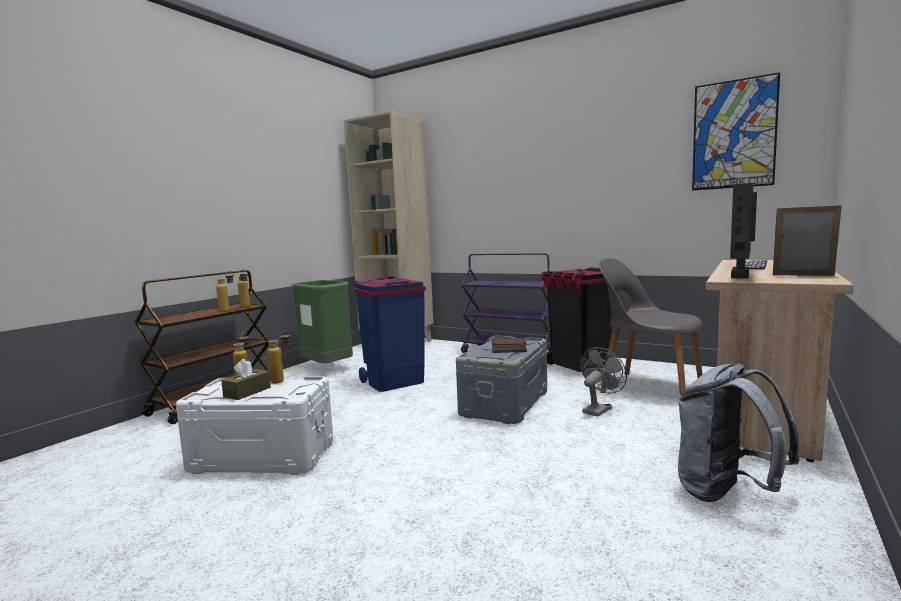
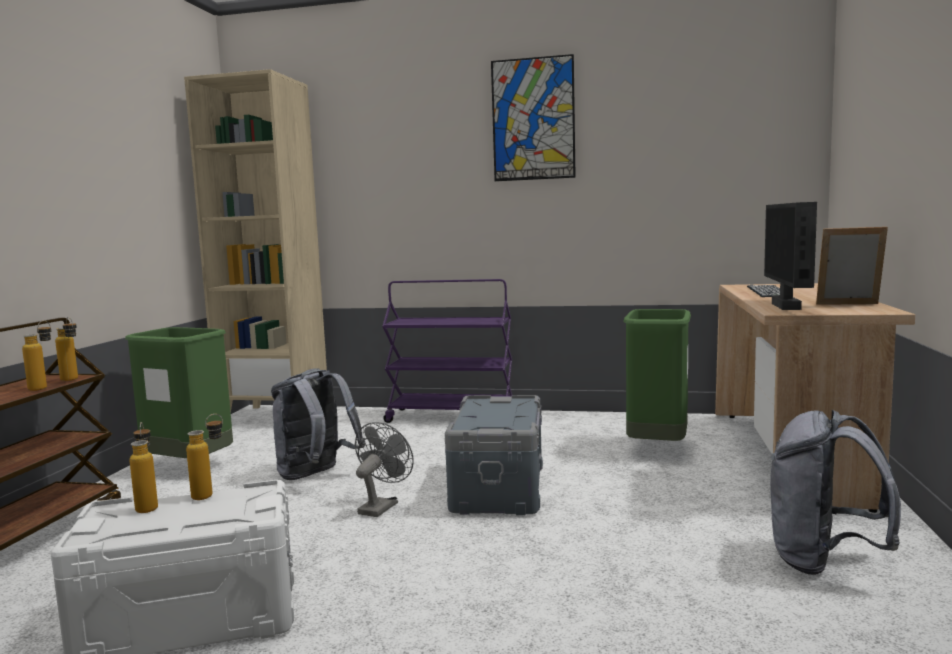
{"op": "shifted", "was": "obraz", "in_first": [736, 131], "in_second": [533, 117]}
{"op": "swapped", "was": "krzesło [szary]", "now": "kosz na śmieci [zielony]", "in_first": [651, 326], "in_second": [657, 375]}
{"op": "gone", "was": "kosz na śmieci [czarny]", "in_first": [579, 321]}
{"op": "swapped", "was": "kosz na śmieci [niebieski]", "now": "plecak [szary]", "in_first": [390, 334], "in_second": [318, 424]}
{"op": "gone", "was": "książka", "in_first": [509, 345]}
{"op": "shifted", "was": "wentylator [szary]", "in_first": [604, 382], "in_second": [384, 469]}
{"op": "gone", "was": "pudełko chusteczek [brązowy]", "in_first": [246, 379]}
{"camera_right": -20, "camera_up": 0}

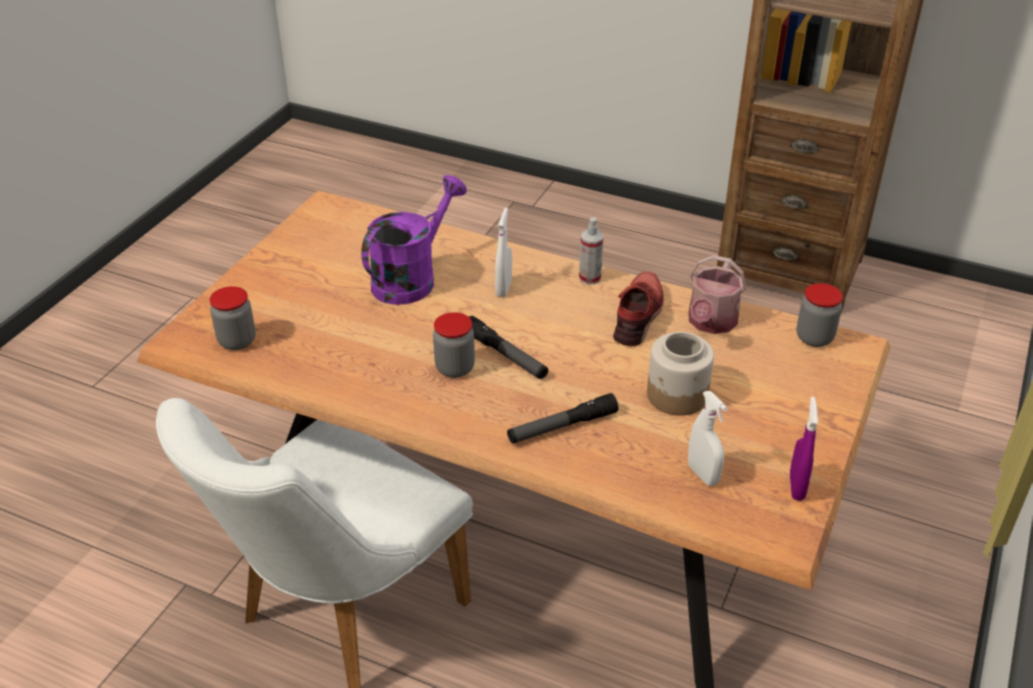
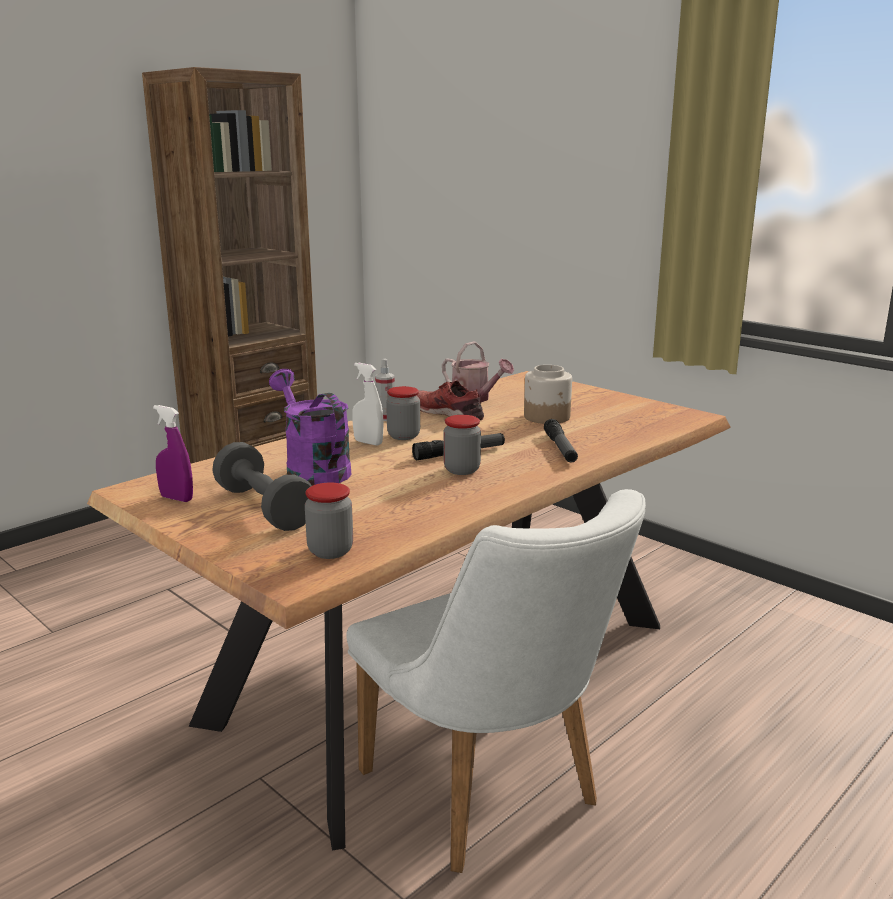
{"op": "shifted", "was": "słoik", "in_first": [819, 315], "in_second": [403, 413]}
{"op": "gone", "was": "spryskiwacz [biały]", "in_first": [708, 438]}
{"op": "shifted", "was": "spryskiwacz [fioletowy]", "in_first": [804, 449], "in_second": [173, 453]}
{"op": "new", "now": "hantel [szary]", "in_second": [262, 486]}
{"camera_right": -70, "camera_up": -20}

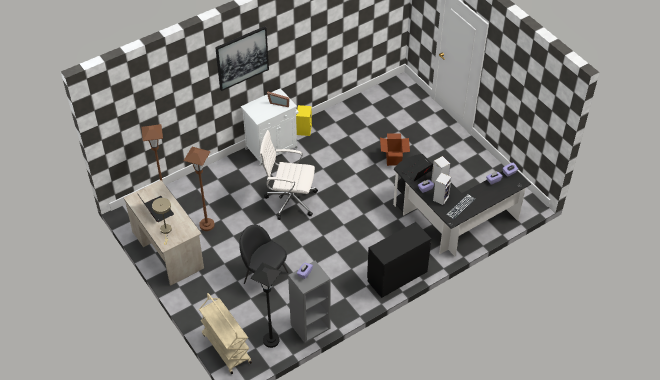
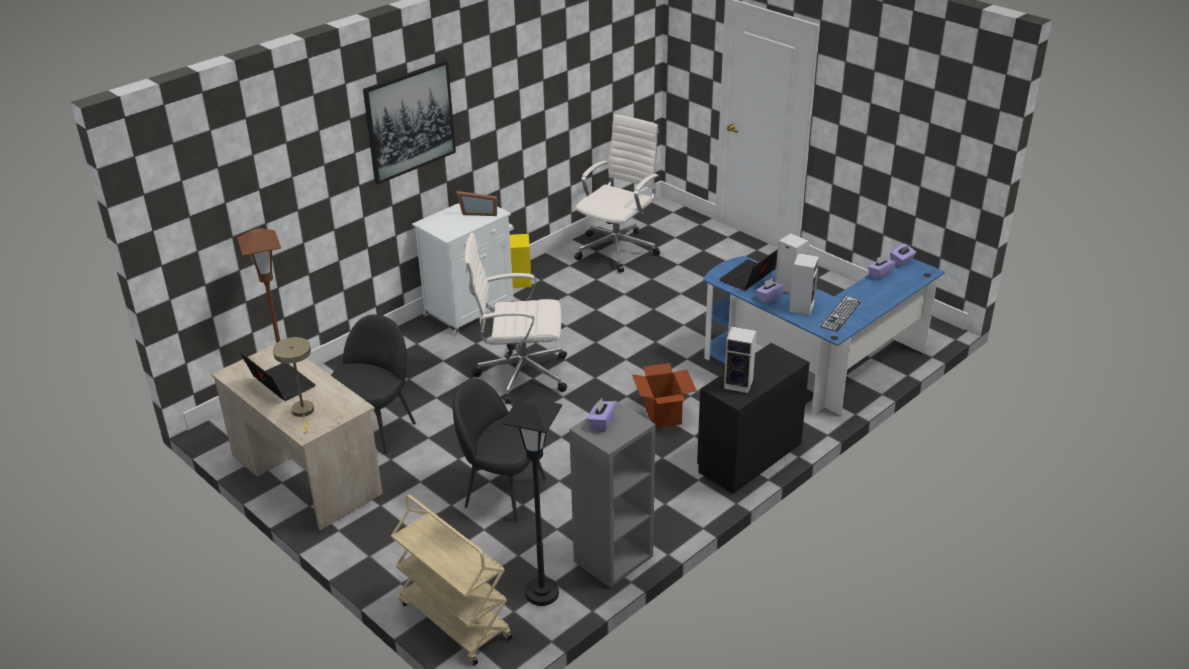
{"op": "shifted", "was": "karton", "in_first": [395, 149], "in_second": [664, 395]}
{"op": "swapped", "was": "lampa stojąca [brązowy]", "now": "krzesło [czarny]", "in_first": [199, 189], "in_second": [373, 384]}
{"op": "repainted", "was": "biurko [czarny]", "now": "biurko [niebieski]", "in_first": [462, 205], "in_second": [824, 336]}
{"op": "new", "now": "krzesło biurowe [biały]", "in_second": [617, 193]}
{"op": "new", "now": "głośnik", "in_second": [740, 360]}
{"camera_right": -10, "camera_up": -15}

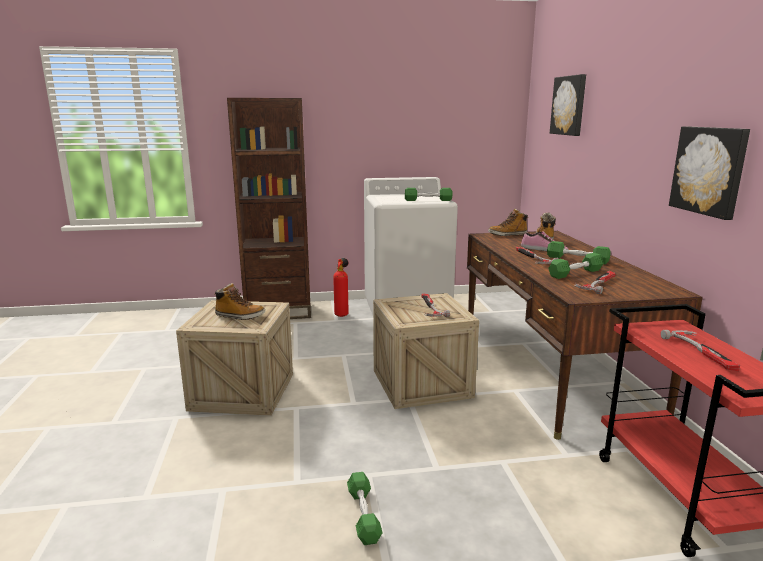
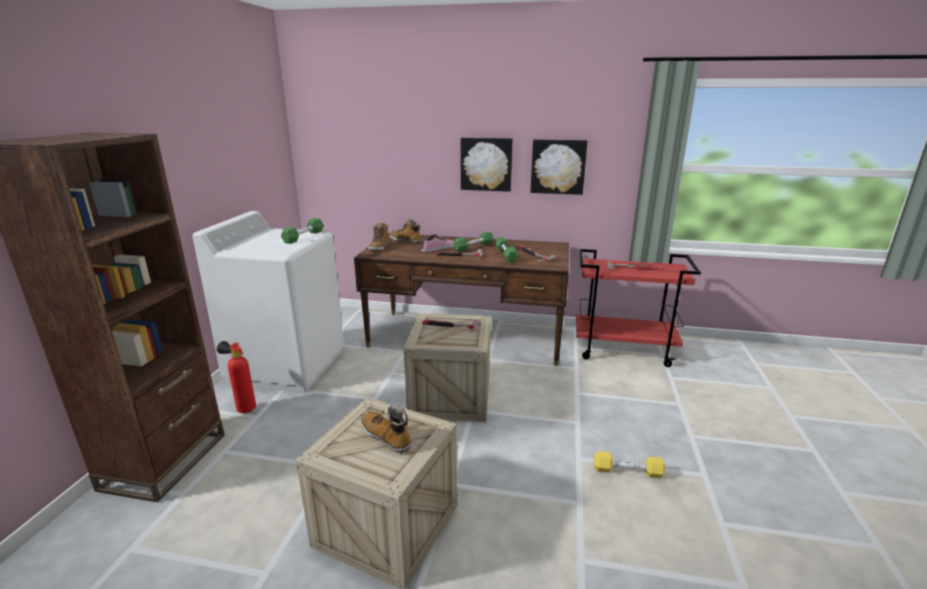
{"op": "shifted", "was": "obraz", "in_first": [568, 105], "in_second": [487, 165]}
{"op": "rotated", "was": "but z cholewką", "in_first": [239, 301], "in_second": [386, 428], "clockwise": -75}
{"op": "repainted", "was": "hantel [zielony]", "now": "hantel [żółty]", "in_first": [365, 508], "in_second": [630, 464]}
{"camera_right": -70, "camera_up": 5}

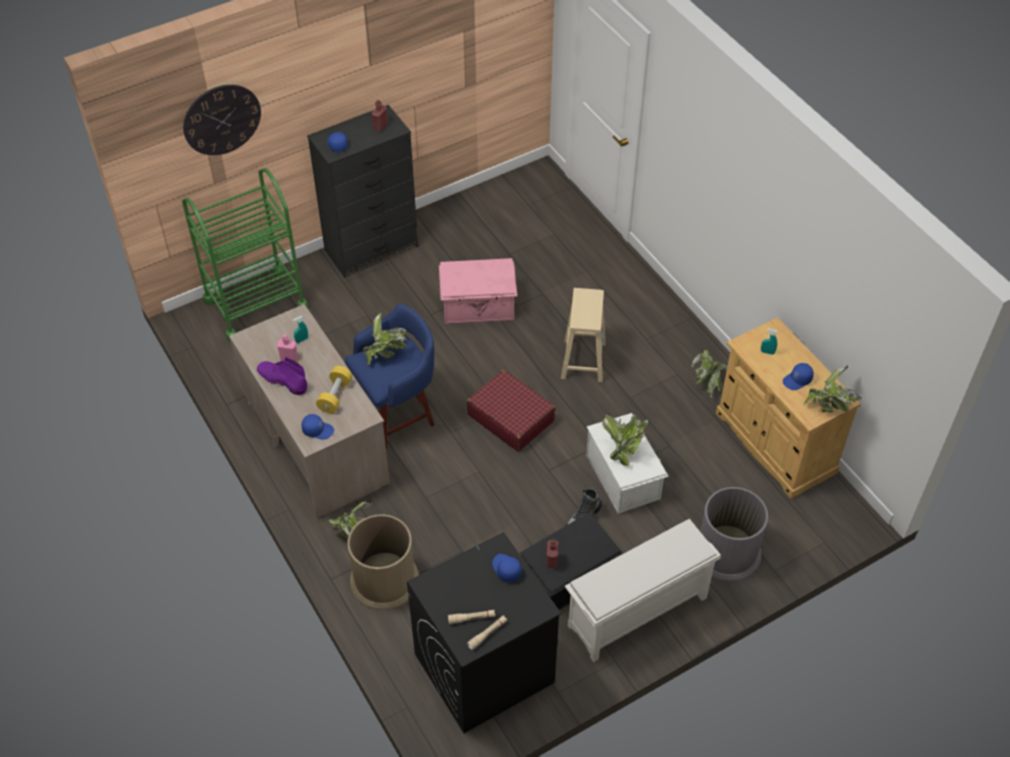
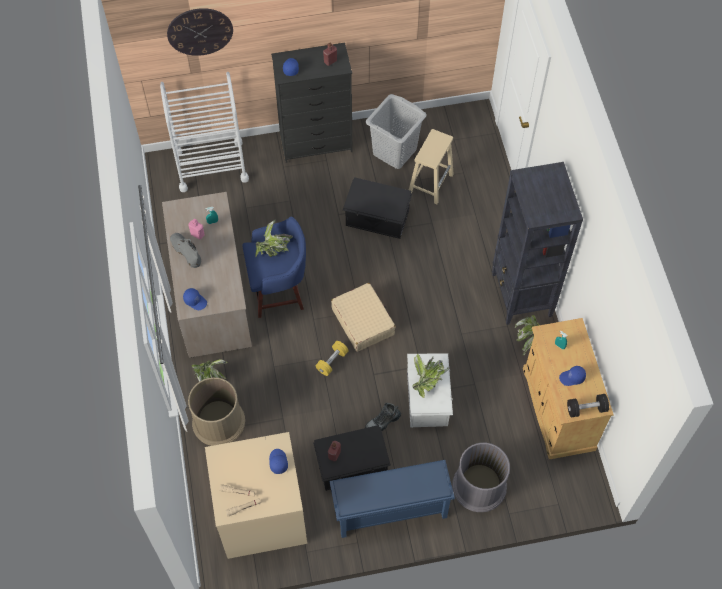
{"op": "repainted", "was": "wózek [zielony]", "now": "wózek [biały]", "in_first": [245, 255], "in_second": [204, 132]}
{"op": "repainted", "was": "pojemnik do przechowywania [różowy]", "now": "pojemnik do przechowywania [czarny]", "in_first": [478, 291], "in_second": [377, 208]}
{"op": "shifted", "was": "stołek [beżowy]", "in_first": [583, 335], "in_second": [431, 166]}
{"op": "repainted", "was": "but z cholewką [fioletowy]", "now": "but z cholewką [szary]", "in_first": [282, 376], "in_second": [185, 250]}
{"op": "shifted", "was": "hantel [żółty]", "in_first": [334, 389], "in_second": [332, 358]}
{"op": "swapped", "was": "roślina doniczkowa", "now": "hantel [czarny]", "in_first": [833, 389], "in_second": [588, 406]}
{"op": "repainted", "was": "walizka [czerwony]", "now": "walizka [beżowy]", "in_first": [511, 411], "in_second": [363, 317]}
{"op": "repainted", "was": "regał na buty [biały]", "now": "regał na buty [niebieski]", "in_first": [643, 590], "in_second": [392, 499]}
{"op": "repainted", "was": "pralka [czarny]", "now": "pralka [beżowy]", "in_first": [484, 632], "in_second": [256, 495]}
{"op": "new", "now": "kosz na pranie [szary]", "in_second": [396, 131]}
{"op": "new", "now": "regał [czarny]", "in_second": [537, 243]}
{"camera_right": 20, "camera_up": 10}

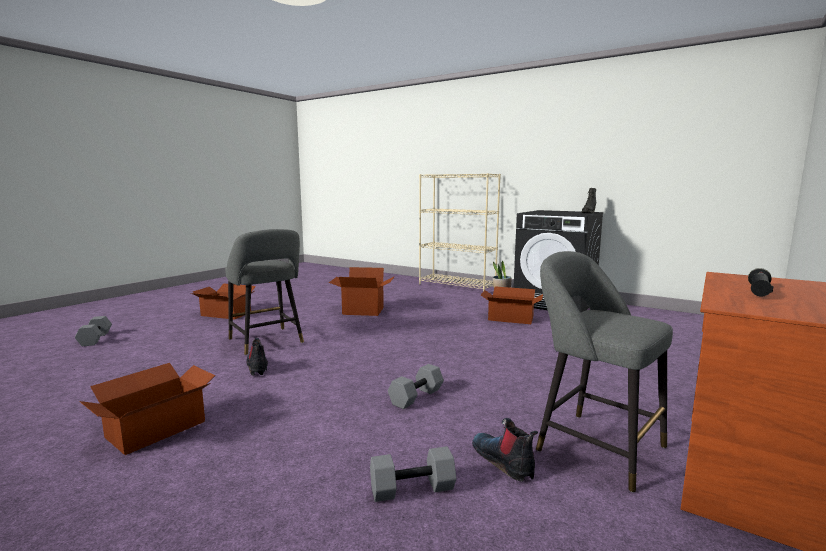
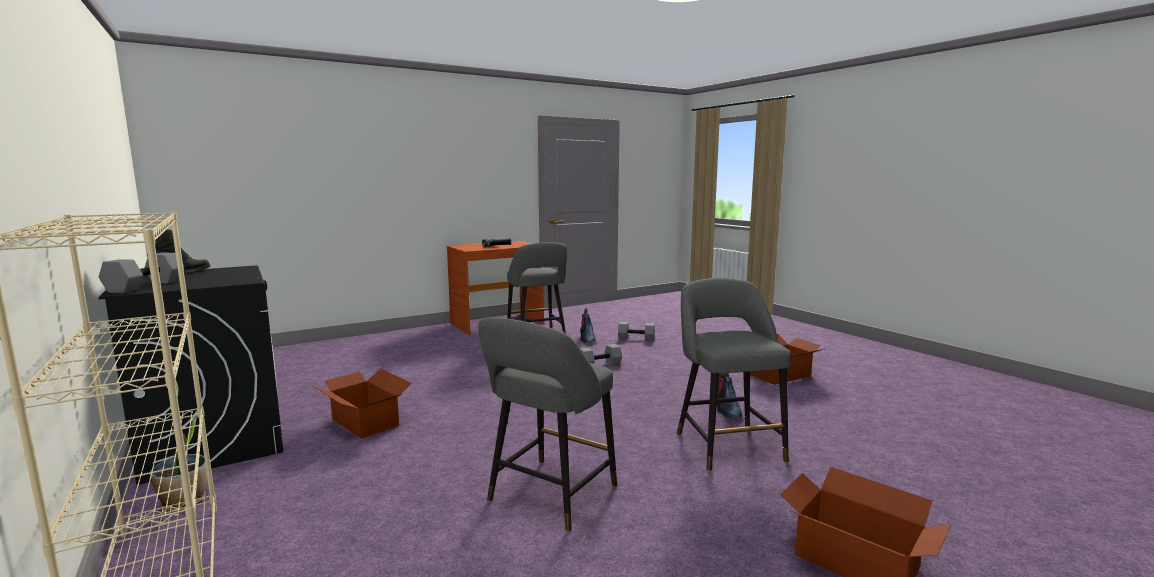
{"op": "swapped", "was": "karton", "now": "stołek [szary]", "in_first": [362, 291], "in_second": [547, 425]}
{"op": "shifted", "was": "hantel [szary]", "in_first": [93, 331], "in_second": [141, 273]}
{"camera_right": -155, "camera_up": 0}

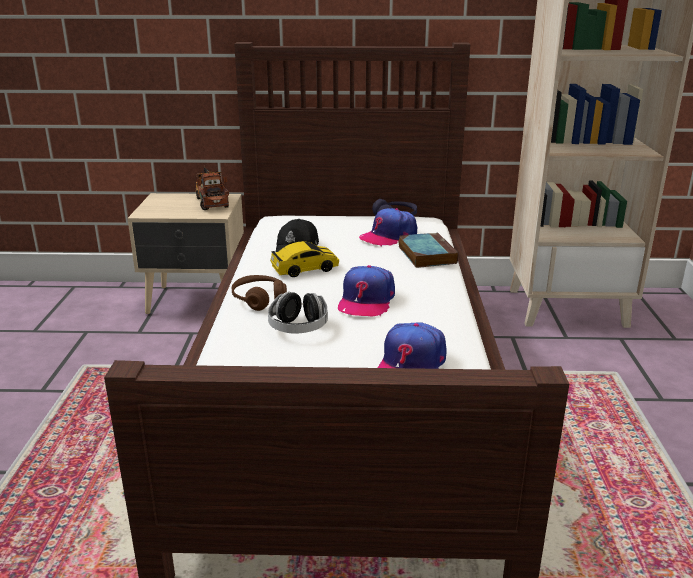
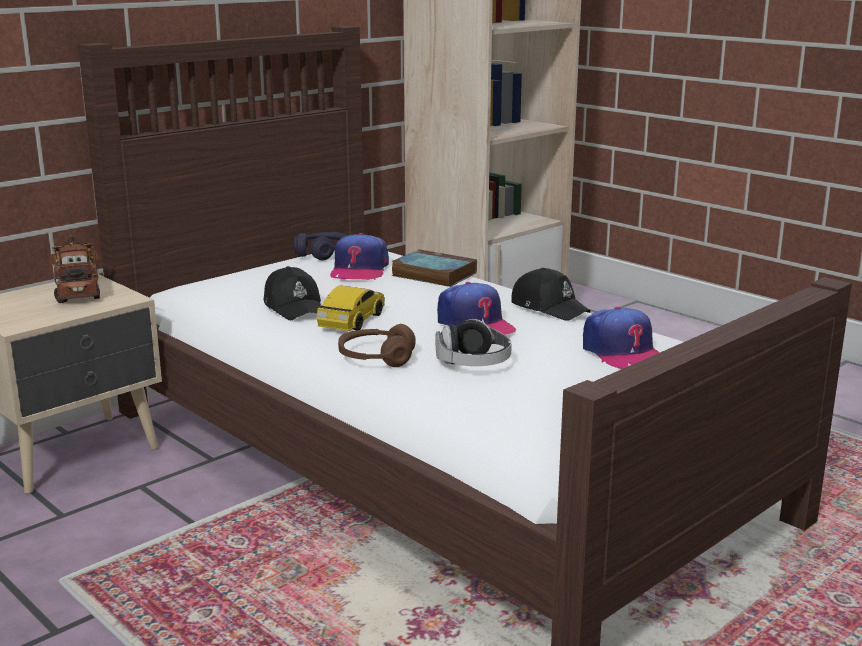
{"op": "rotated", "was": "ciężarówka zabawkowa", "in_first": [212, 188], "in_second": [74, 268], "clockwise": 45}
{"op": "new", "now": "czapka z daszkiem [czarny]", "in_second": [551, 294]}
{"camera_right": -45, "camera_up": -5}

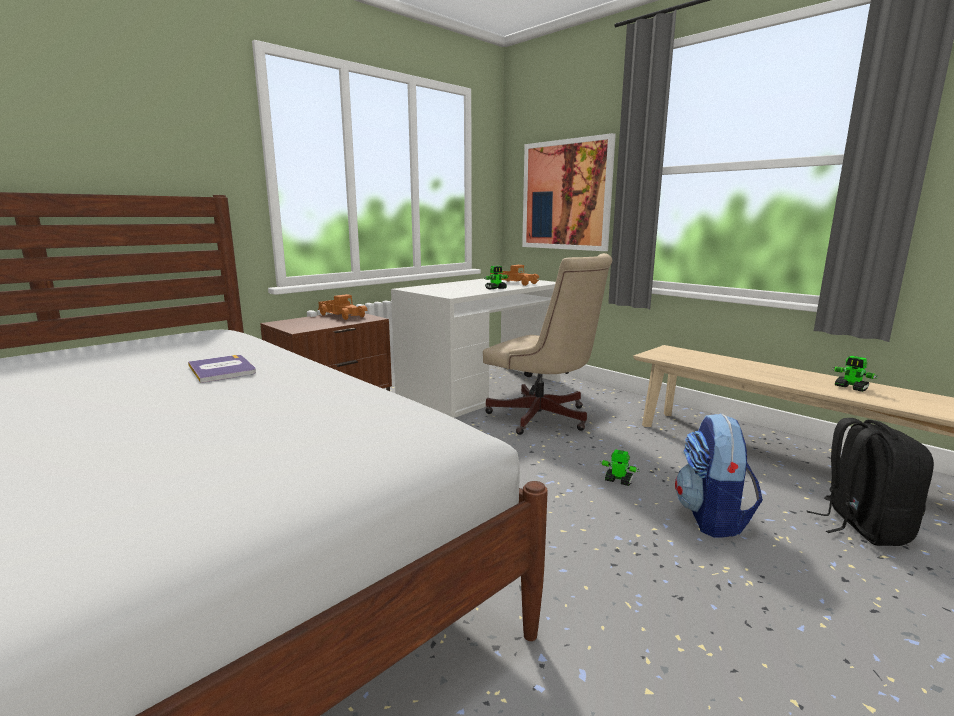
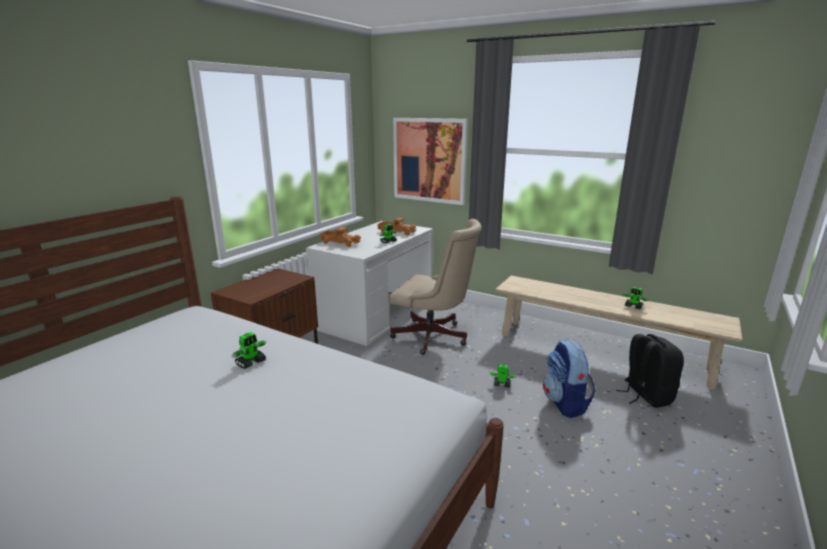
{"op": "shifted", "was": "ciężarówka zabawkowa", "in_first": [342, 307], "in_second": [340, 237]}
{"op": "swapped", "was": "książka", "now": "robot zabawkowy", "in_first": [222, 369], "in_second": [249, 350]}
{"camera_right": -15, "camera_up": 5}

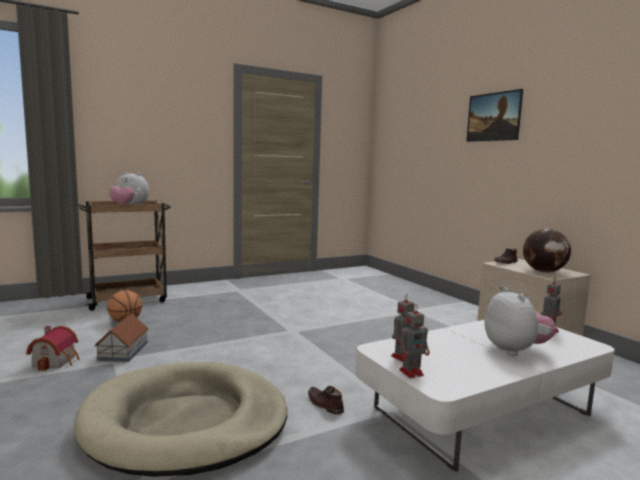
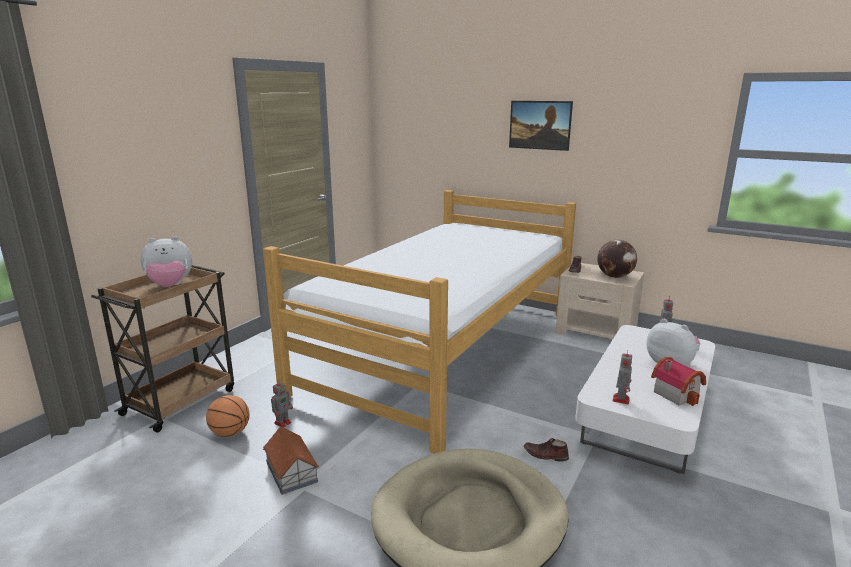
{"op": "shifted", "was": "robot zabawkowy", "in_first": [414, 342], "in_second": [282, 403]}
{"op": "shifted", "was": "domek", "in_first": [53, 348], "in_second": [678, 381]}
{"op": "new", "now": "łóżko", "in_second": [419, 322]}
{"camera_right": -30, "camera_up": 10}

